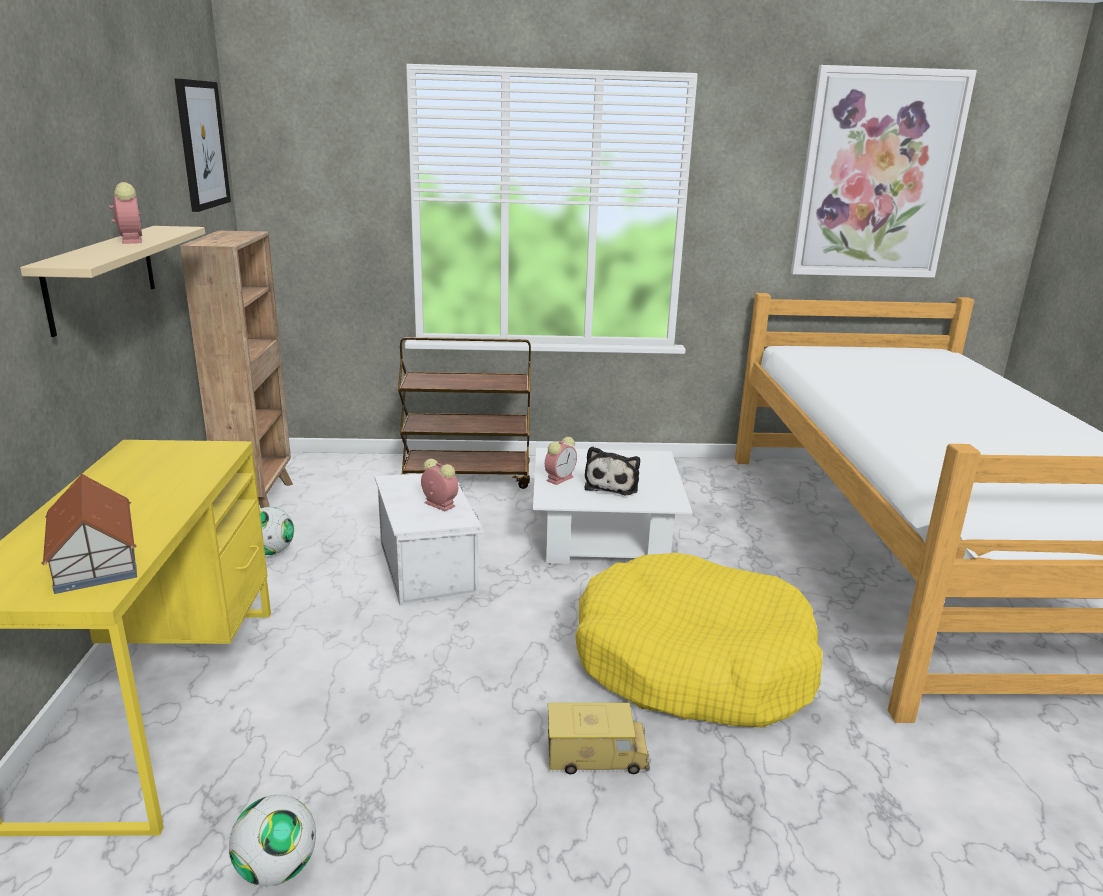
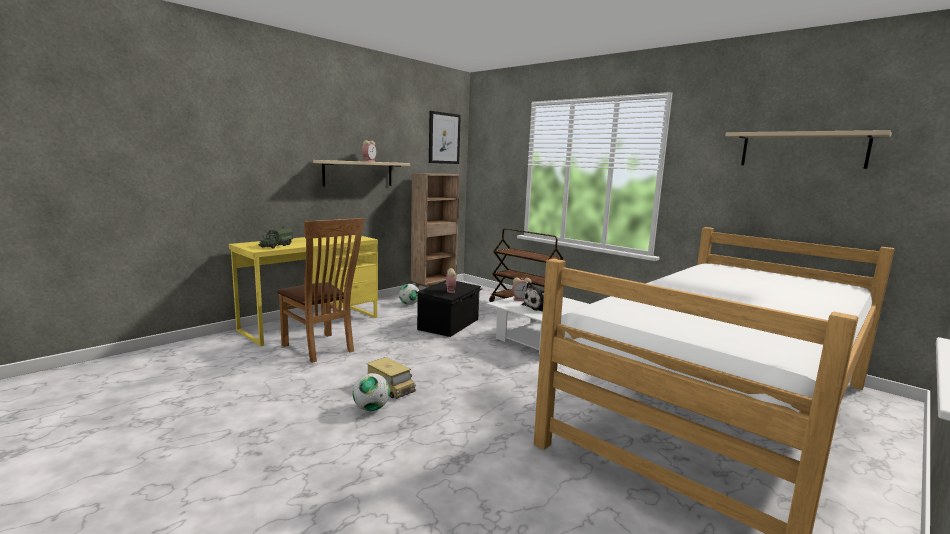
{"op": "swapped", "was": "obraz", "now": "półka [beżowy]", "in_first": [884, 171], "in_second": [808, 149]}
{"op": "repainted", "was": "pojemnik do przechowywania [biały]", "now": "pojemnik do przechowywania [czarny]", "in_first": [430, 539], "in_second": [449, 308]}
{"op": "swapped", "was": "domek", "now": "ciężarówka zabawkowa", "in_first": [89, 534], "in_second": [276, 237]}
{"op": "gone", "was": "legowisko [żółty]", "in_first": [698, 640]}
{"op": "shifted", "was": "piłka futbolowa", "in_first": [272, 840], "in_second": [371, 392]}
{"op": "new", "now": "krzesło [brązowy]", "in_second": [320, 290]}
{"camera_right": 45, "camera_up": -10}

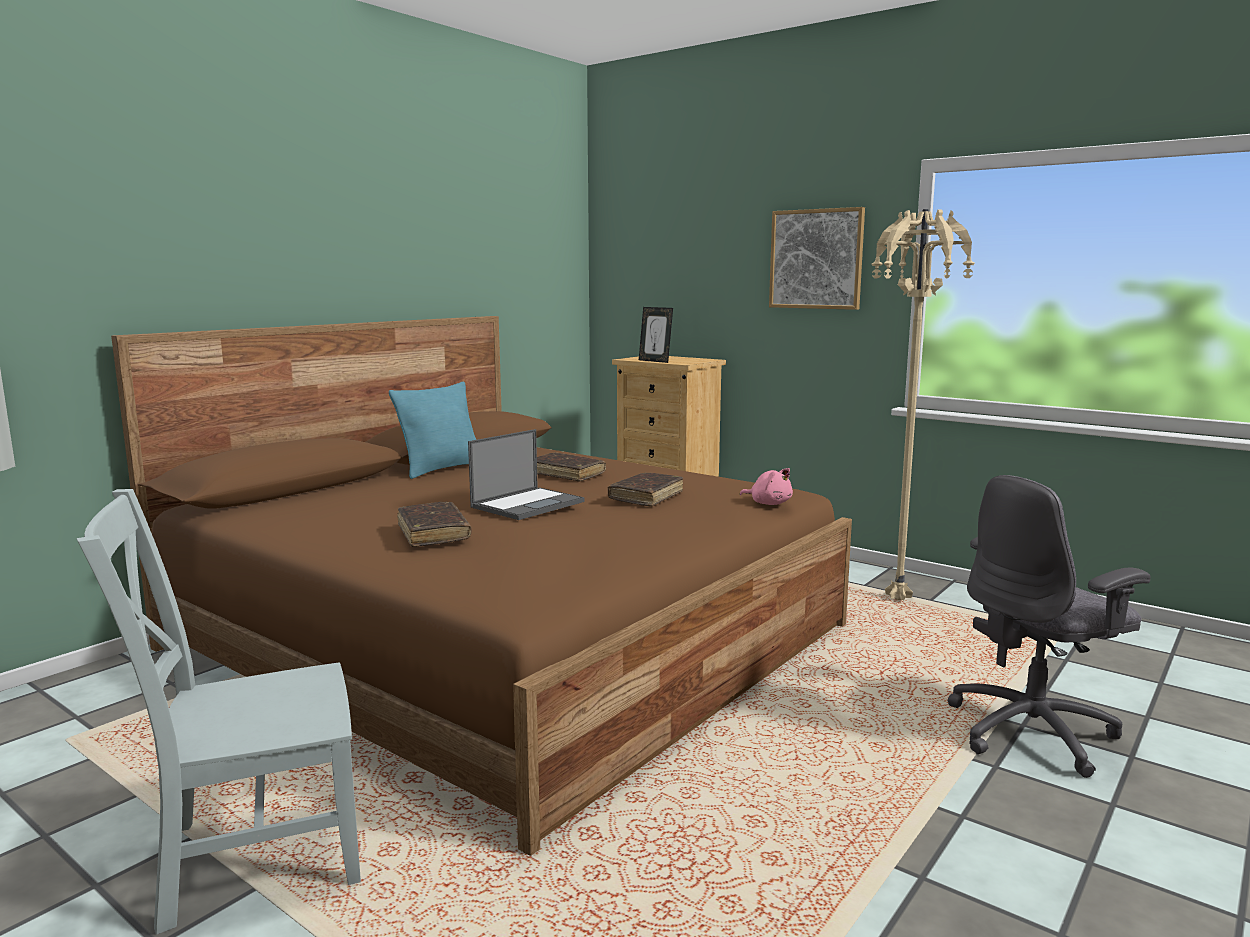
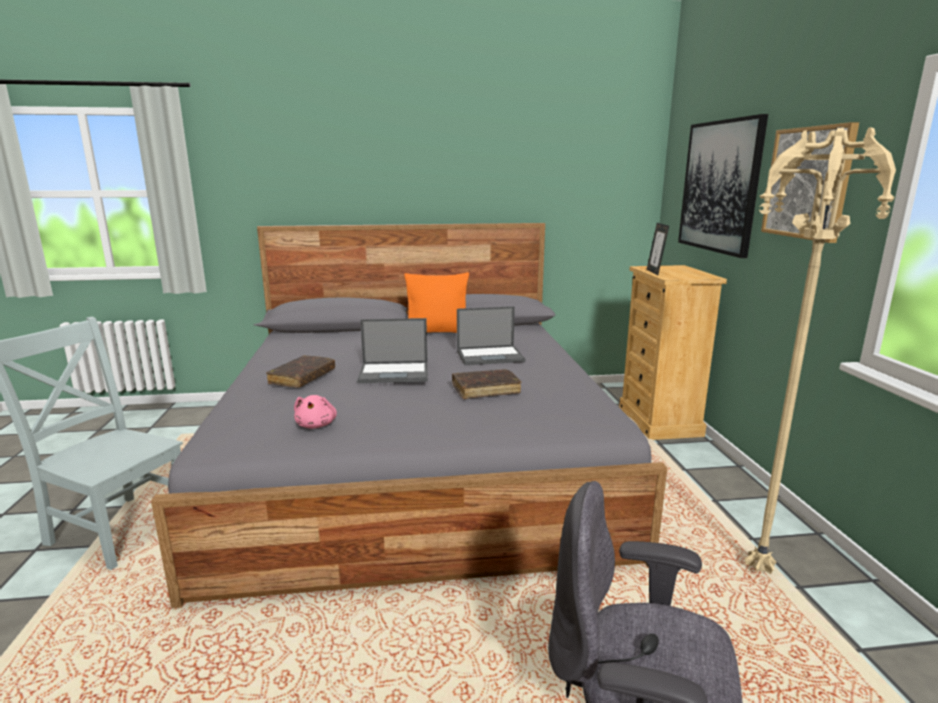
{"op": "repainted", "was": "łóżko [brązowy]", "now": "łóżko [szary]", "in_first": [481, 586], "in_second": [409, 415]}
{"op": "repainted", "was": "poduszka [turkusowy]", "now": "poduszka [pomarańczowy]", "in_first": [433, 430], "in_second": [436, 302]}
{"op": "swapped", "was": "książka [brązowy]", "now": "laptop", "in_first": [571, 467], "in_second": [491, 335]}
{"op": "shifted", "was": "pluszak [różowy]", "in_first": [766, 486], "in_second": [315, 412]}
{"op": "new", "now": "obraz", "in_second": [723, 186]}
{"camera_right": 45, "camera_up": 5}

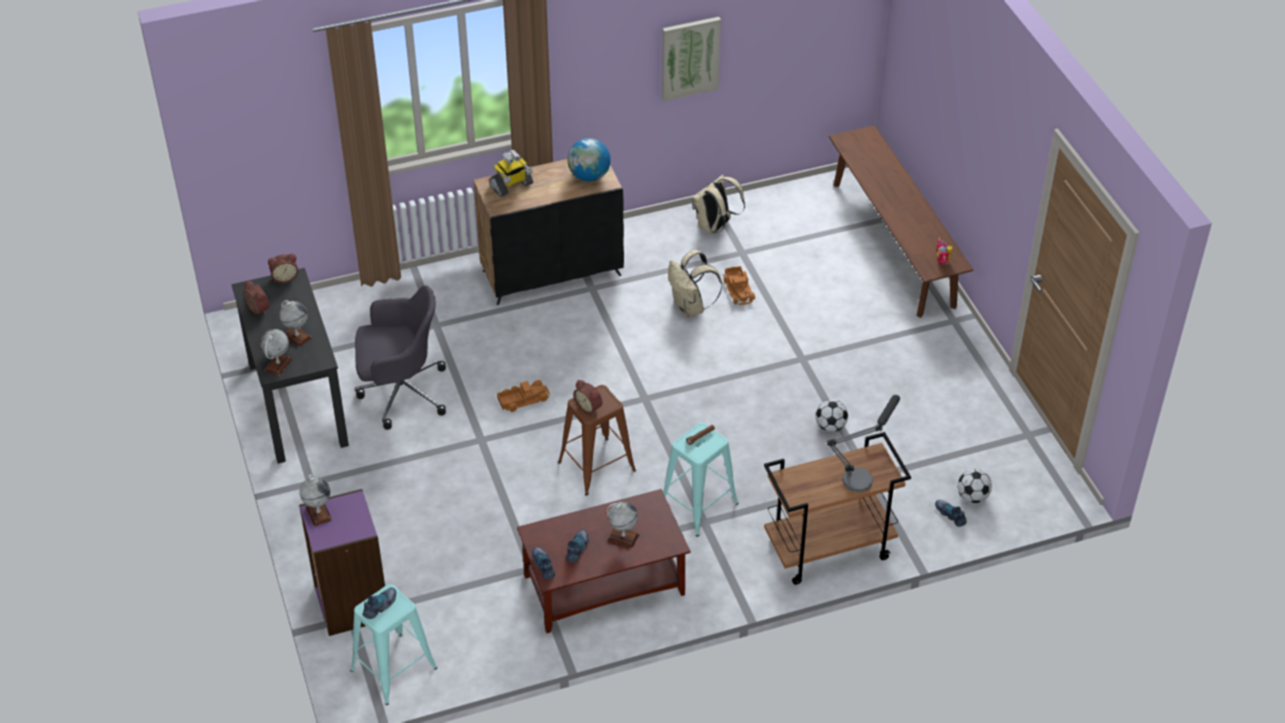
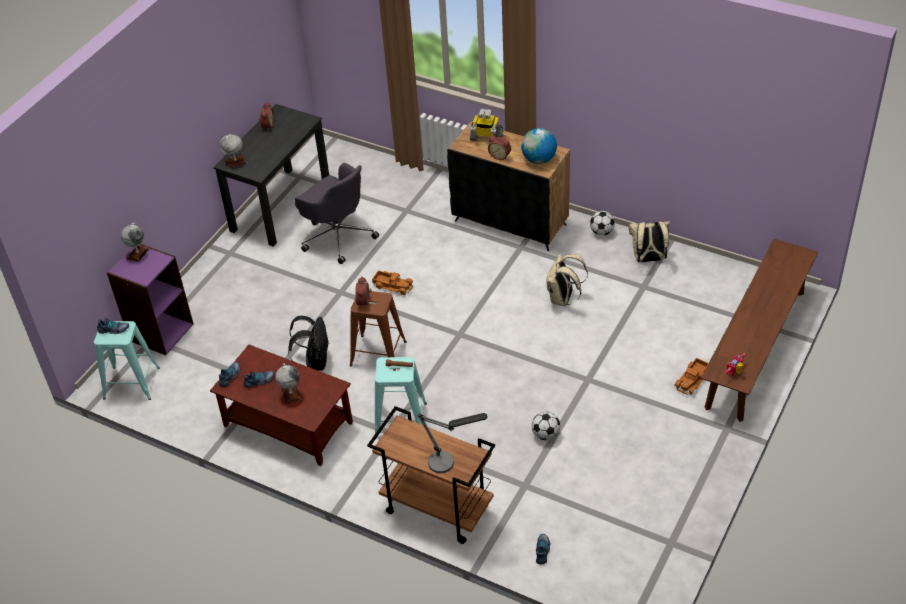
{"op": "gone", "was": "obraz", "in_first": [691, 59]}
{"op": "shifted", "was": "budzik", "in_first": [283, 268], "in_second": [499, 148]}
{"op": "shifted", "was": "ciężarówka zabawkowa", "in_first": [739, 285], "in_second": [691, 376]}
{"op": "gone", "was": "globus", "in_first": [295, 323]}
{"op": "shifted", "was": "piłka futbolowa", "in_first": [974, 486], "in_second": [602, 223]}
{"op": "new", "now": "plecak [czarny]", "in_second": [308, 343]}
{"camera_right": 50, "camera_up": 0}

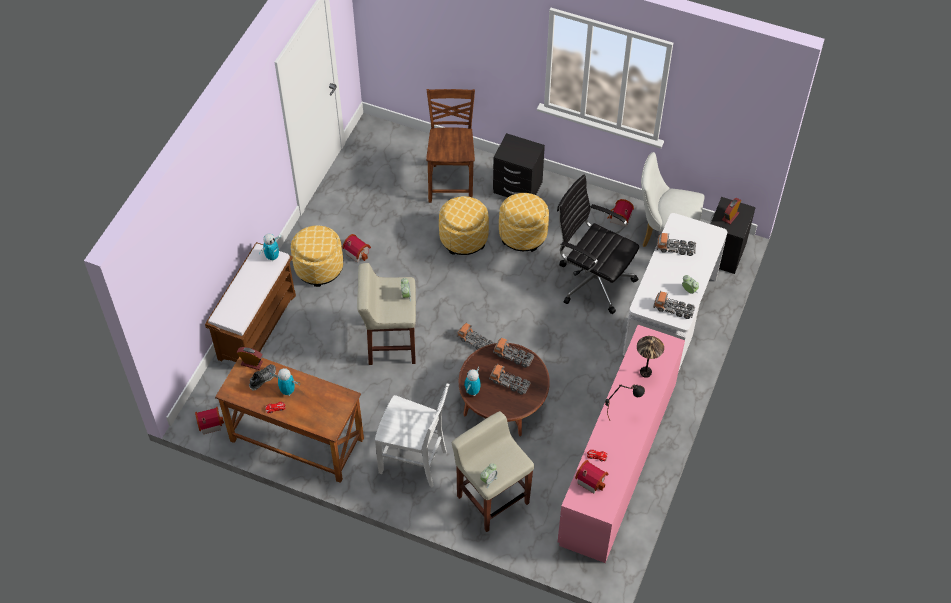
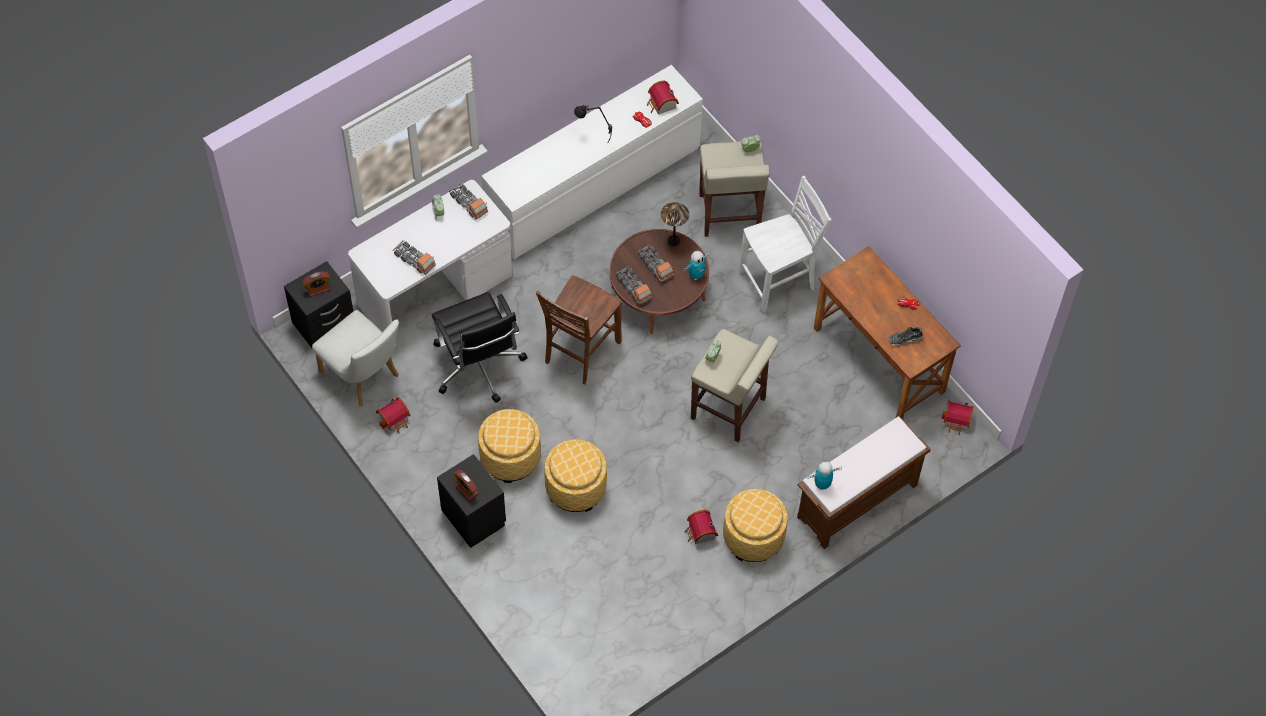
{"op": "shifted", "was": "krzesło [brązowy]", "in_first": [450, 146], "in_second": [579, 330]}
{"op": "gone", "was": "ciężarówka zabawkowa", "in_first": [475, 336]}
{"op": "repainted", "was": "komoda [różowy]", "now": "komoda [biały]", "in_first": [621, 444], "in_second": [592, 162]}
{"op": "shifted", "was": "lampa stołowa", "in_first": [650, 357], "in_second": [675, 224]}
{"op": "shifted", "was": "budzik", "in_first": [250, 358], "in_second": [466, 485]}
{"op": "gone", "was": "robot zabawkowy", "in_first": [285, 382]}
{"op": "rotated", "was": "krzesło [biały]", "in_first": [412, 435], "in_second": [784, 244], "clockwise": 105}
{"camera_right": -150, "camera_up": 5}

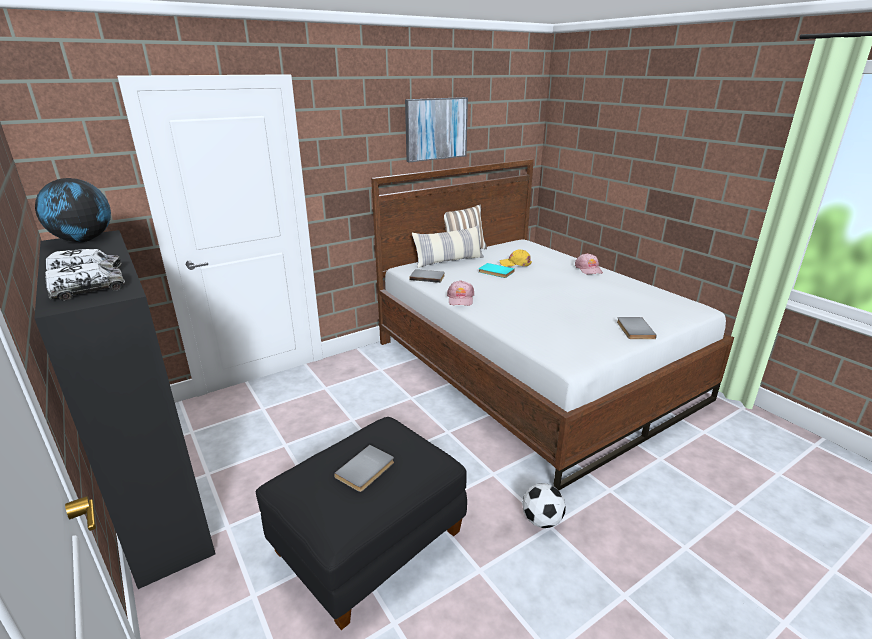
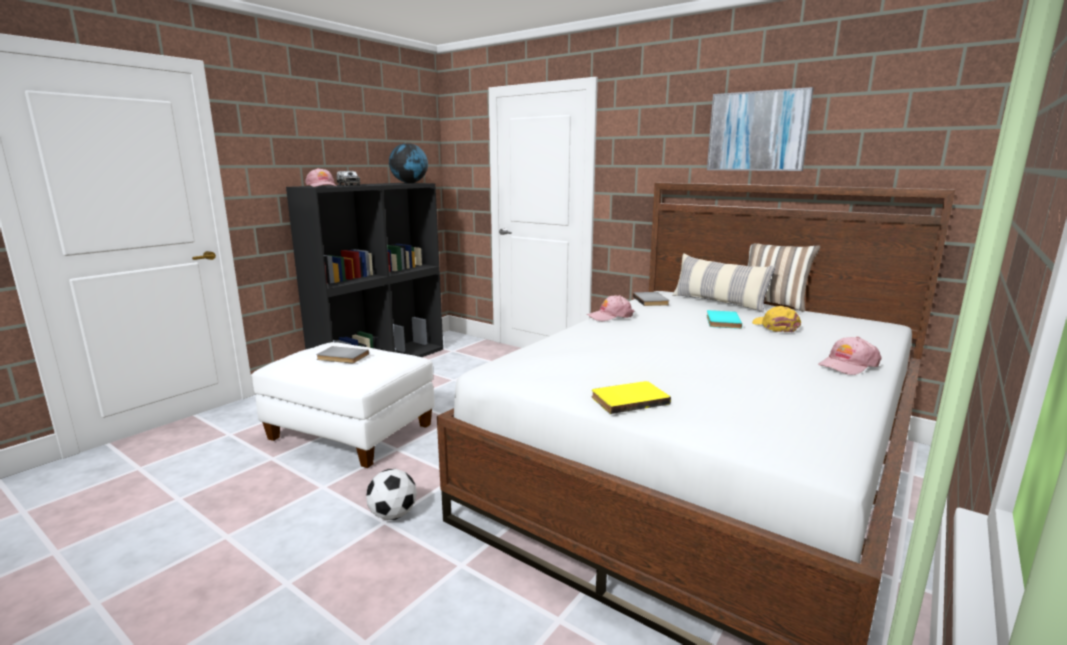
{"op": "swapped", "was": "ciężarówka zabawkowa", "now": "czapka z daszkiem [różowy]", "in_first": [85, 282], "in_second": [321, 177]}
{"op": "repainted", "was": "książka [szary]", "now": "książka [żółty]", "in_first": [637, 328], "in_second": [631, 397]}
{"op": "repainted", "was": "pufa [czarny]", "now": "pufa [biały]", "in_first": [361, 523], "in_second": [343, 405]}
{"camera_right": 70, "camera_up": -10}

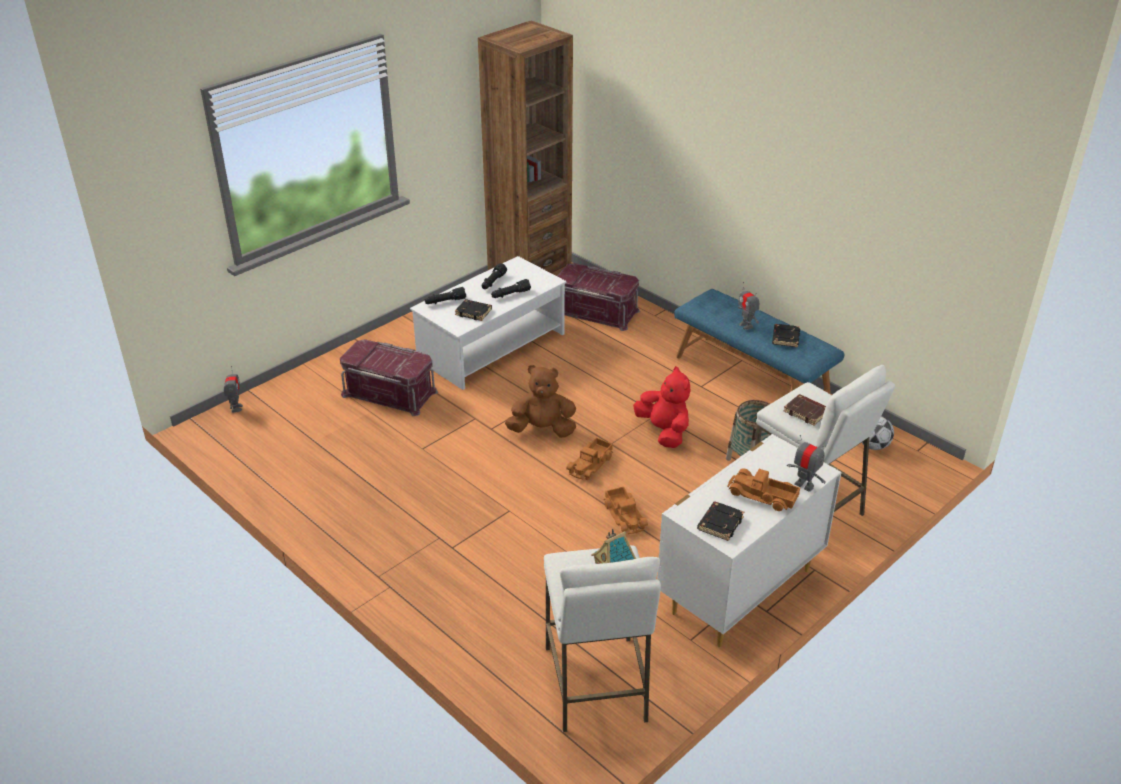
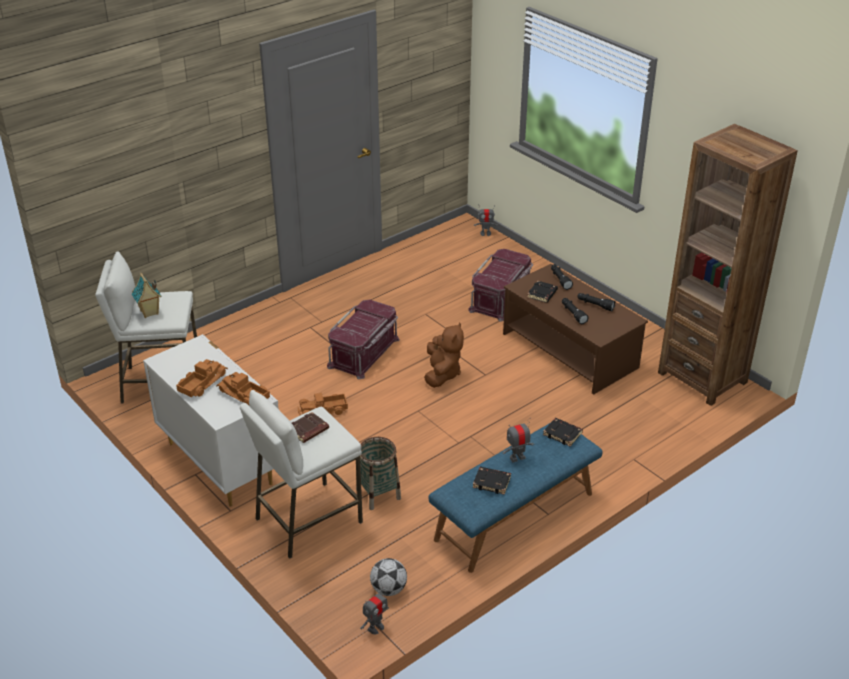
{"op": "repainted", "was": "ława [biały]", "now": "ława [brązowy]", "in_first": [488, 323], "in_second": [575, 329]}
{"op": "shifted", "was": "pojemnik do przechowywania [czerwony]", "in_first": [598, 297], "in_second": [363, 339]}
{"op": "gone", "was": "pluszak [czerwony]", "in_first": [661, 407]}
{"op": "shifted", "was": "robot zabawkowy", "in_first": [806, 463], "in_second": [374, 611]}
{"op": "shifted", "was": "ciężarówka zabawkowa", "in_first": [590, 459], "in_second": [243, 388]}
{"op": "shifted", "was": "książka [czarny]", "in_first": [720, 521], "in_second": [563, 432]}
{"camera_right": 95, "camera_up": 0}

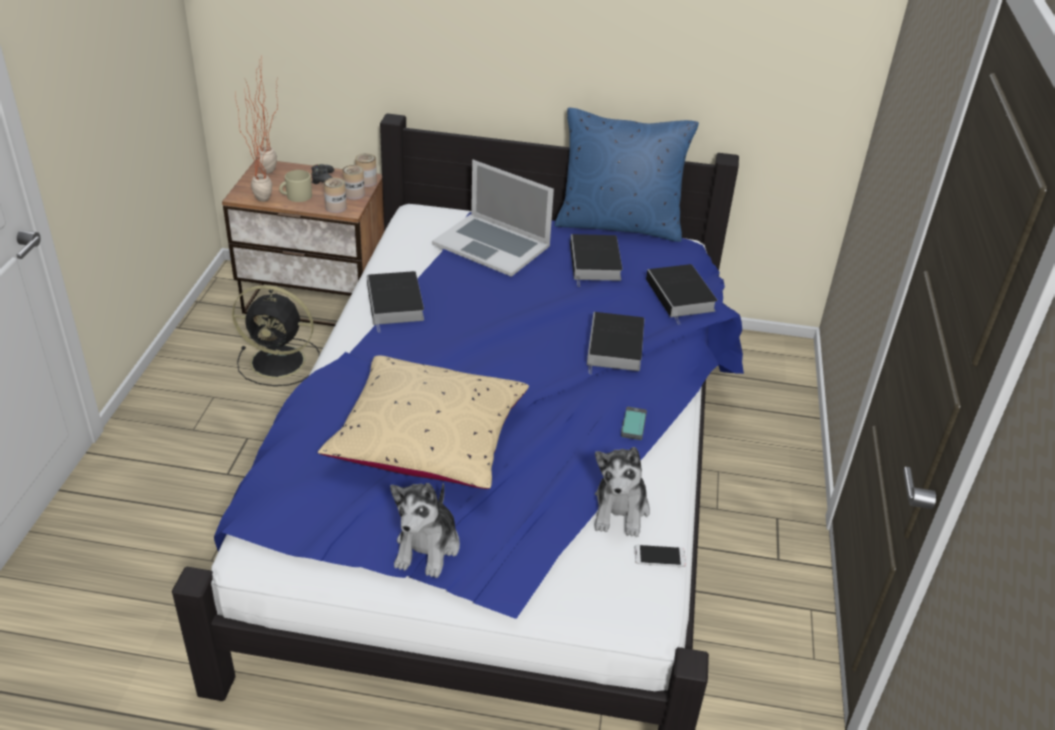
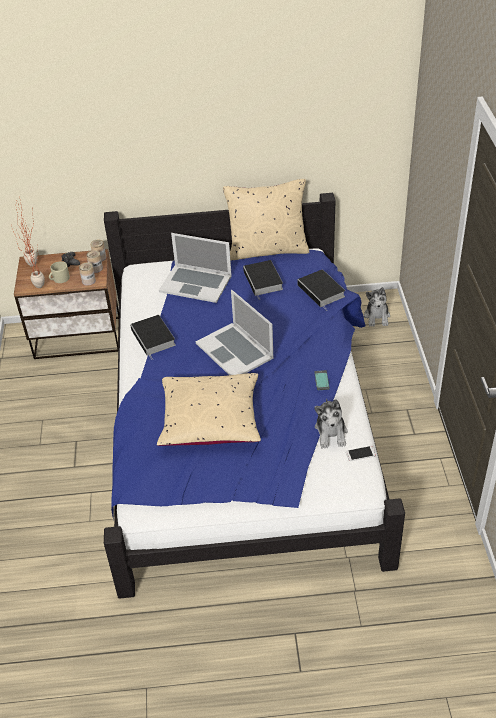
{"op": "repainted", "was": "poduszka [niebieski]", "now": "poduszka [beżowy]", "in_first": [626, 175], "in_second": [266, 219]}
{"op": "gone", "was": "wentylator [czarny]", "in_first": [276, 335]}
{"op": "gone", "was": "książka", "in_first": [615, 343]}
{"op": "shifted", "was": "pluszak", "in_first": [425, 530], "in_second": [377, 306]}
{"op": "new", "now": "laptop", "in_second": [234, 332]}
{"camera_right": -10, "camera_up": 5}

